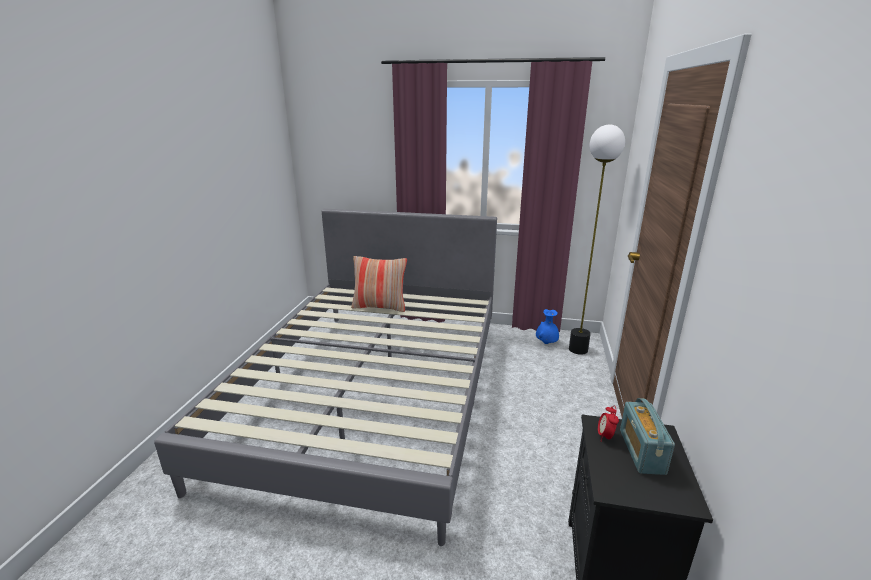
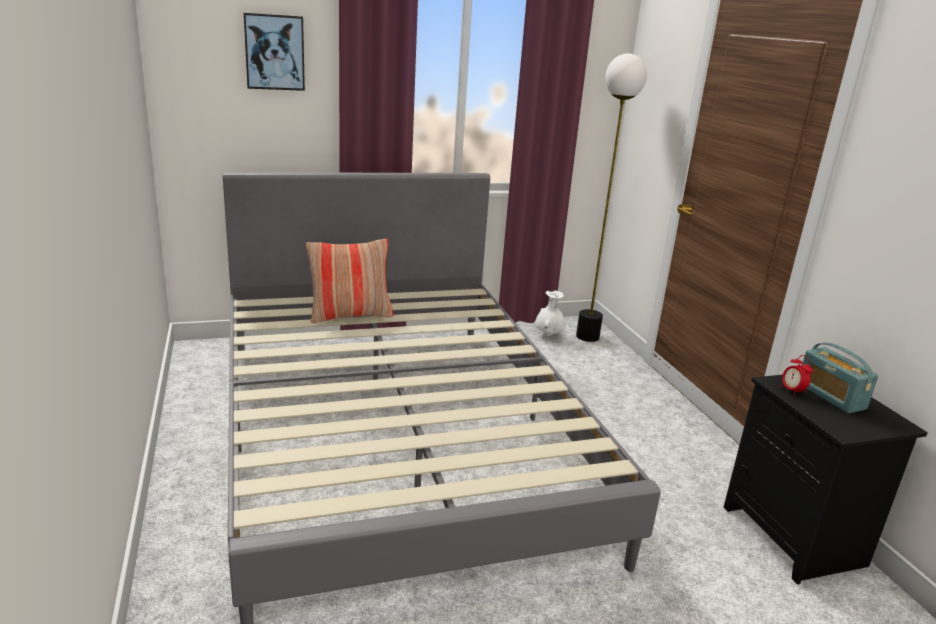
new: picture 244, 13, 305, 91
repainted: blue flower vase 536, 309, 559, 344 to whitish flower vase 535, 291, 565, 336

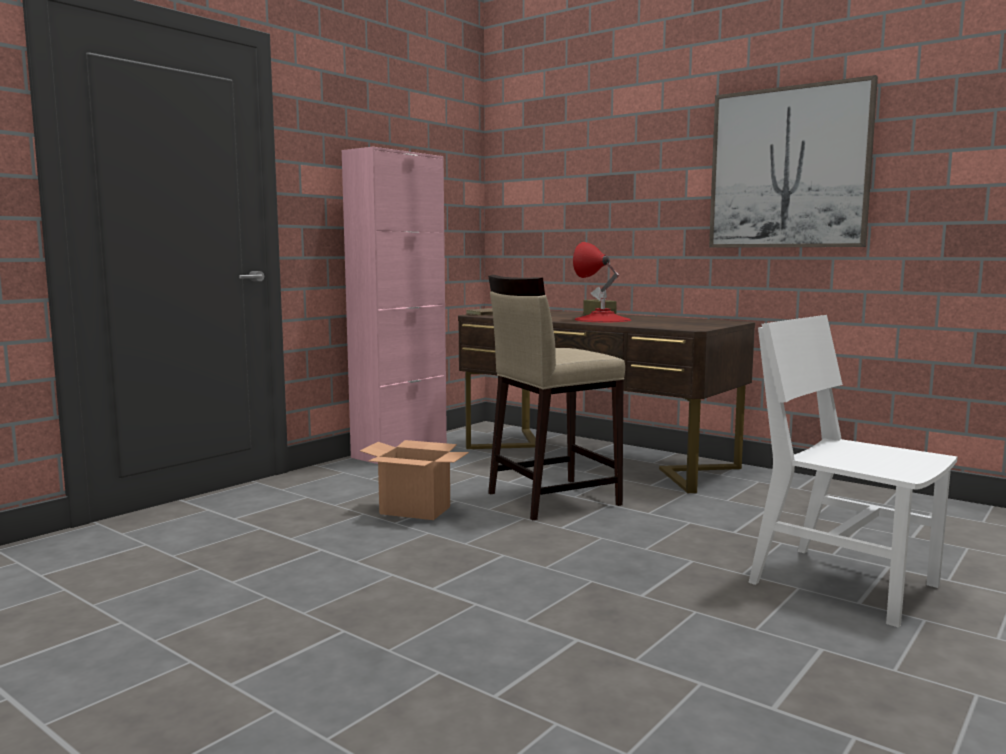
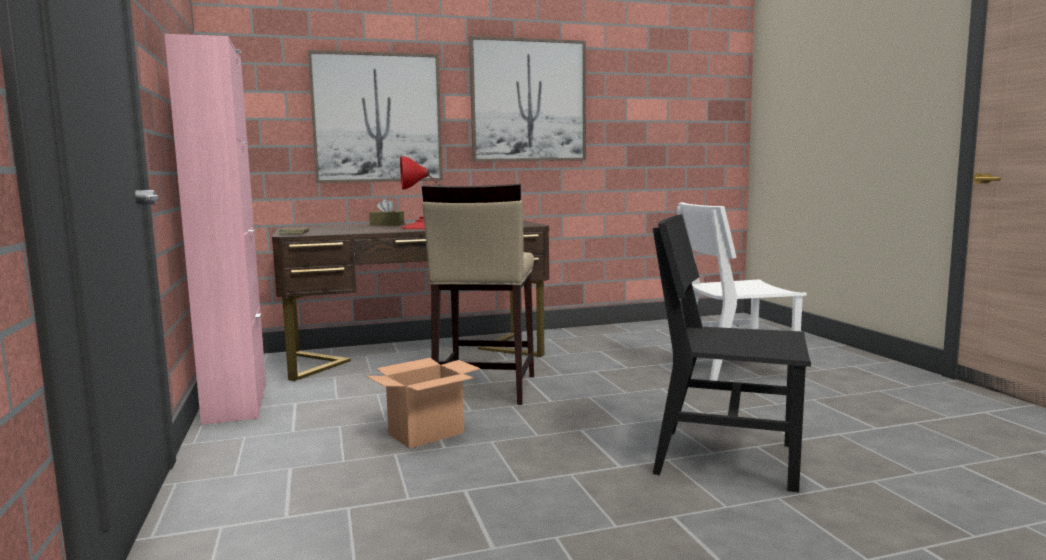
new: picture 308, 50, 443, 183; black-coloured plain chair 653, 214, 811, 493

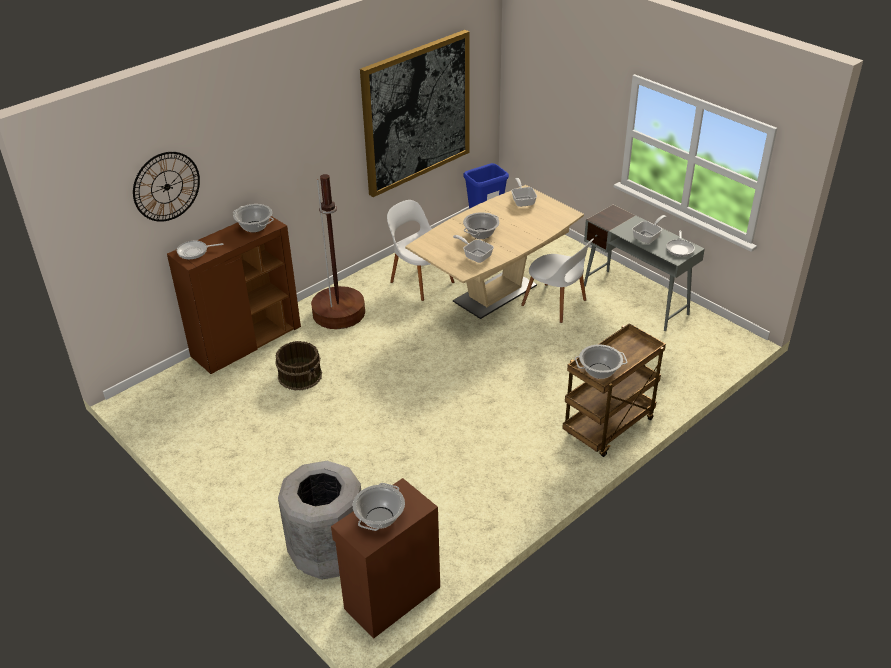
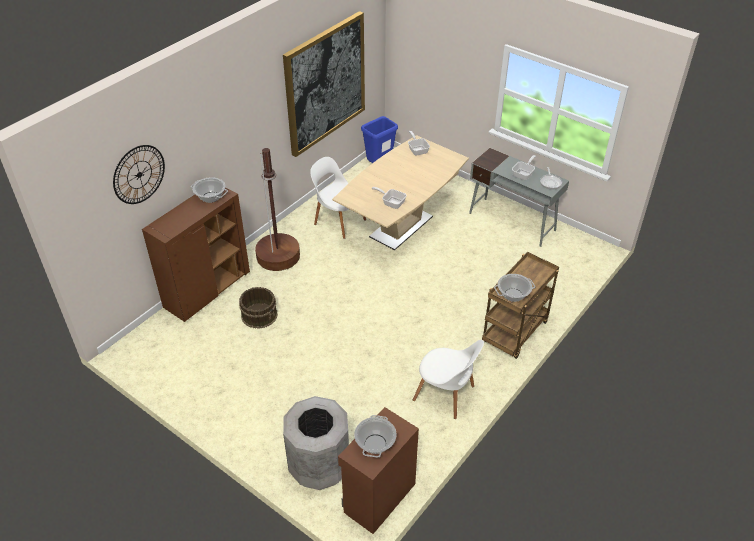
gone: skillet 177, 241, 223, 259; saucepot 463, 212, 499, 239
shifted: whitish plain chair 521, 239, 594, 323 to 413, 340, 484, 419

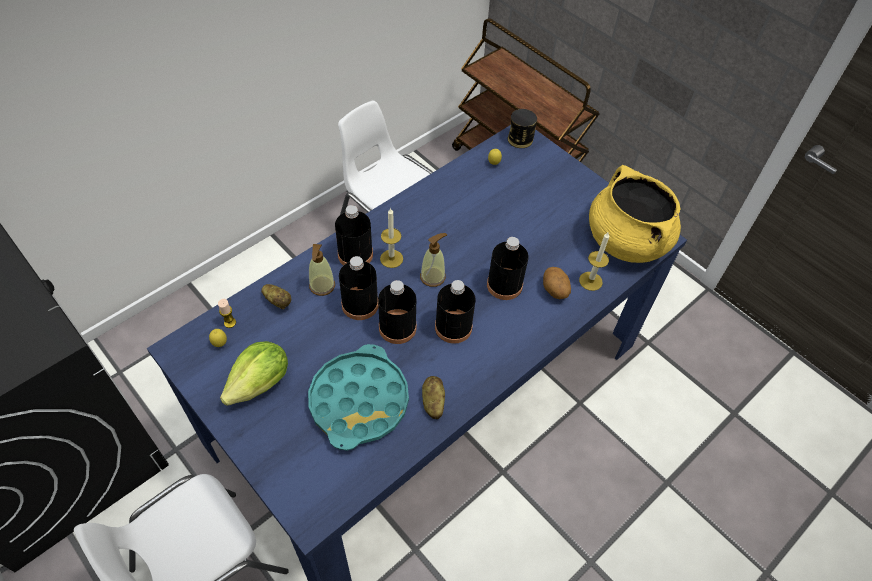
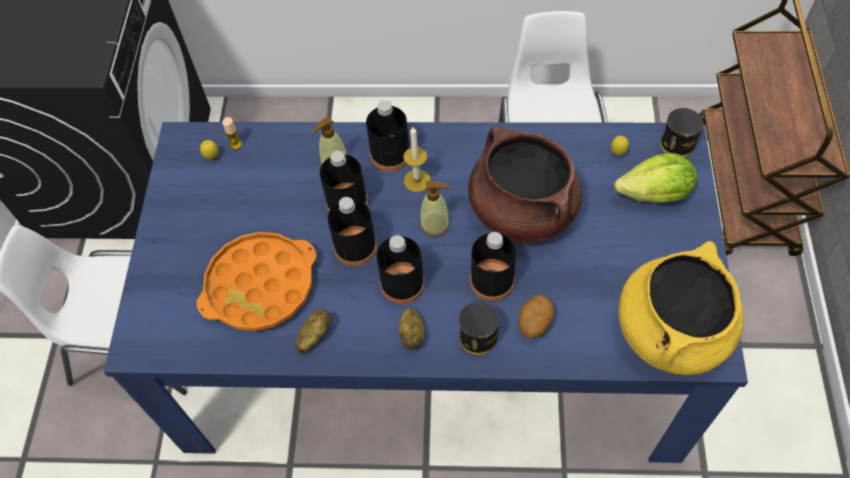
gone: candle 579, 233, 610, 291
new: sealed can 459, 302, 499, 355; brown-coloured saucepot 468, 126, 582, 243
shifted: lettuce head 220, 341, 288, 406 to 614, 153, 697, 203; potato 261, 284, 291, 309 to 398, 308, 424, 349
repainted: turquoise-coloured tray 308, 344, 409, 451 to orange-coloured tray 197, 232, 317, 331

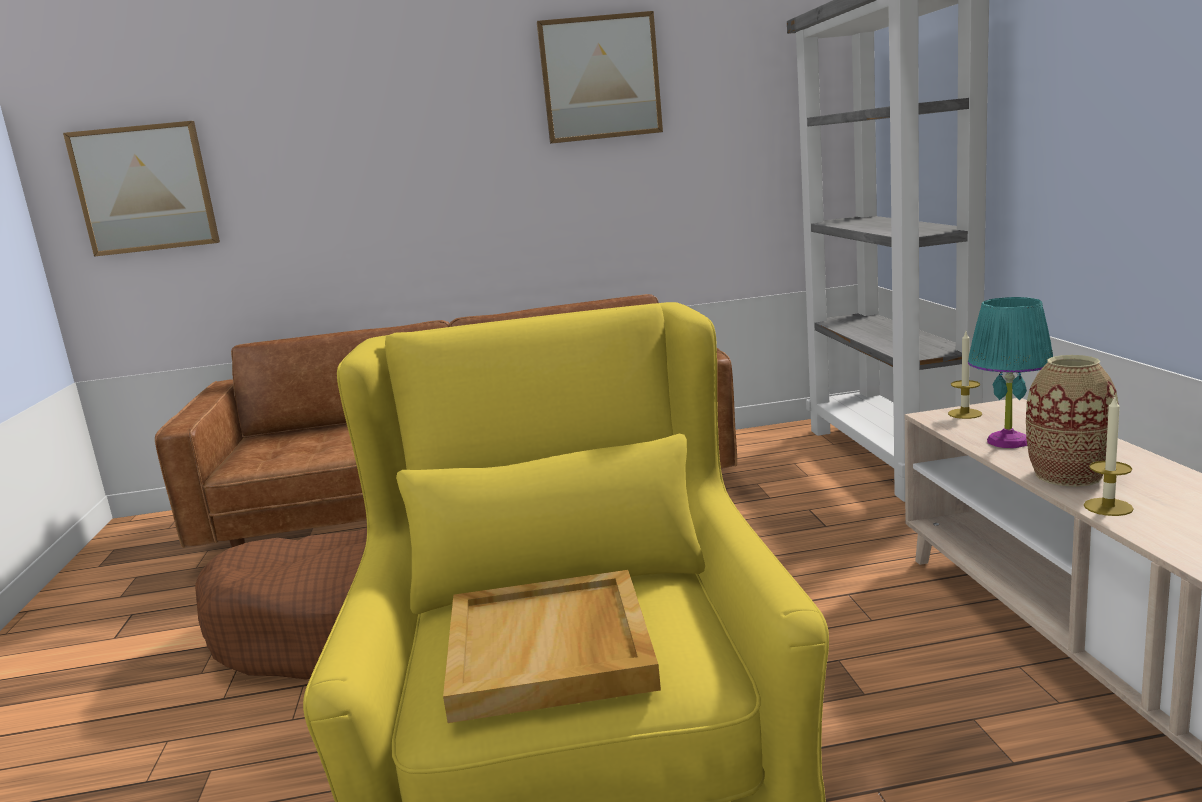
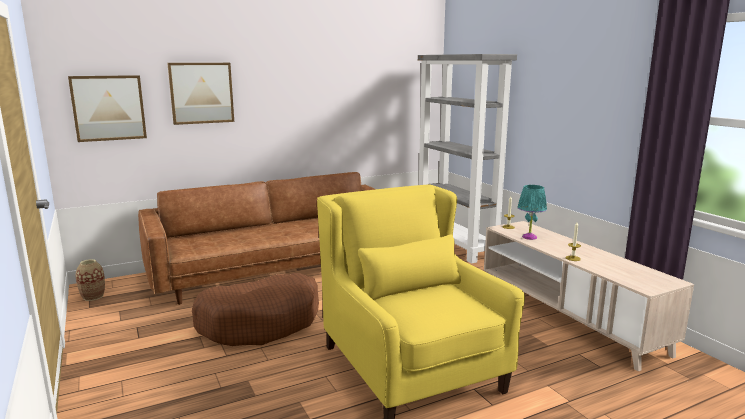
gone: sand-coloured tray 443, 570, 661, 723
shifted: picture 537, 11, 663, 144 to 167, 63, 234, 125; flower vase 1026, 355, 1118, 487 to 76, 259, 105, 301

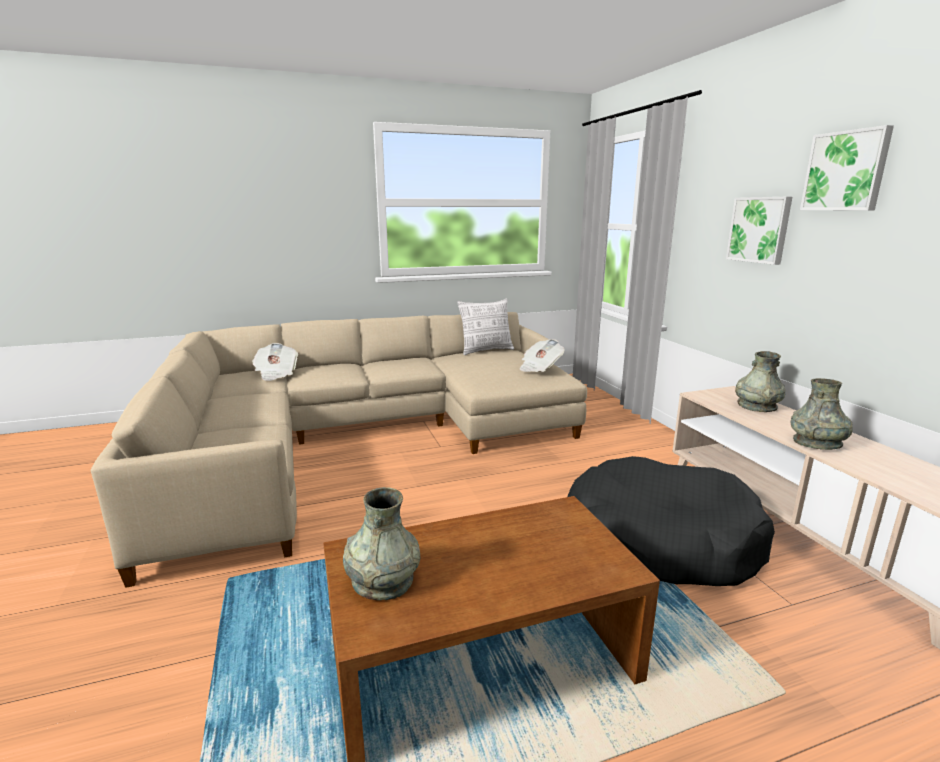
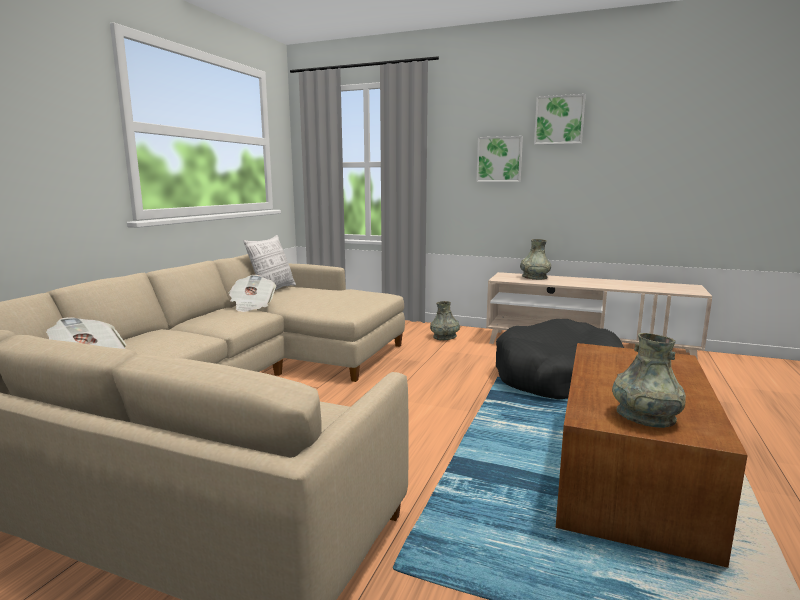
shifted: newspaper 520, 339, 564, 372 to 228, 275, 276, 312; greyish flower vase 791, 378, 853, 450 to 430, 301, 460, 340

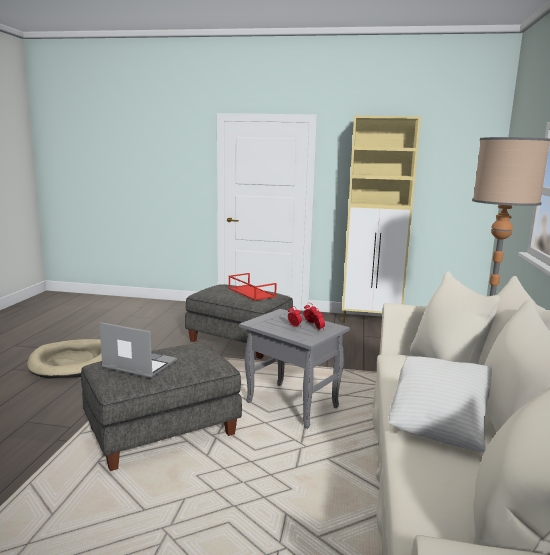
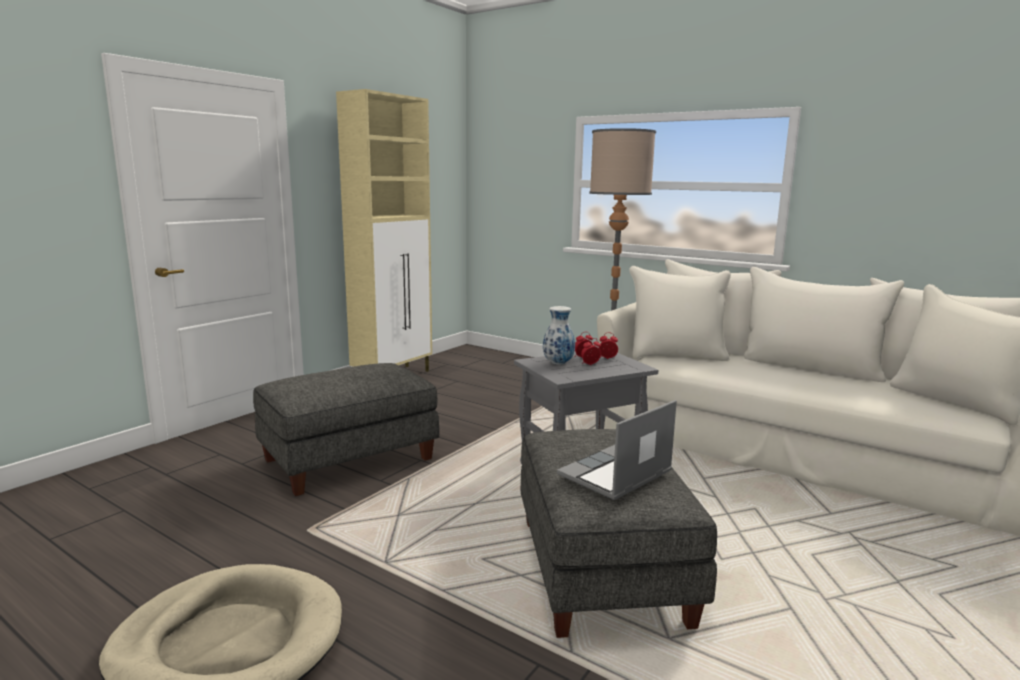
gone: red tray 229, 273, 277, 301; whitish throw pillow 388, 356, 492, 452
new: flower vase 543, 306, 575, 365

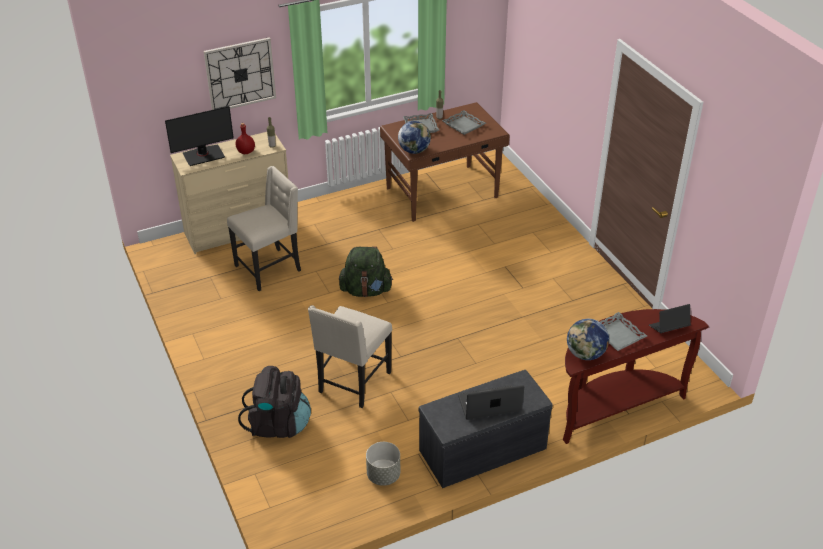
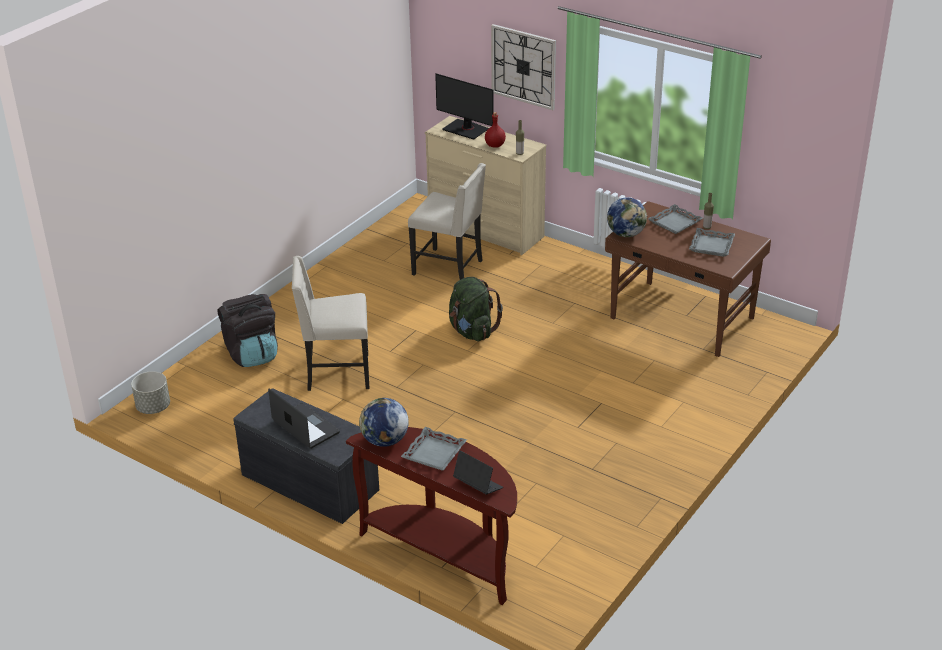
shifted: greyish flower pot 366, 442, 400, 486 to 131, 371, 170, 414

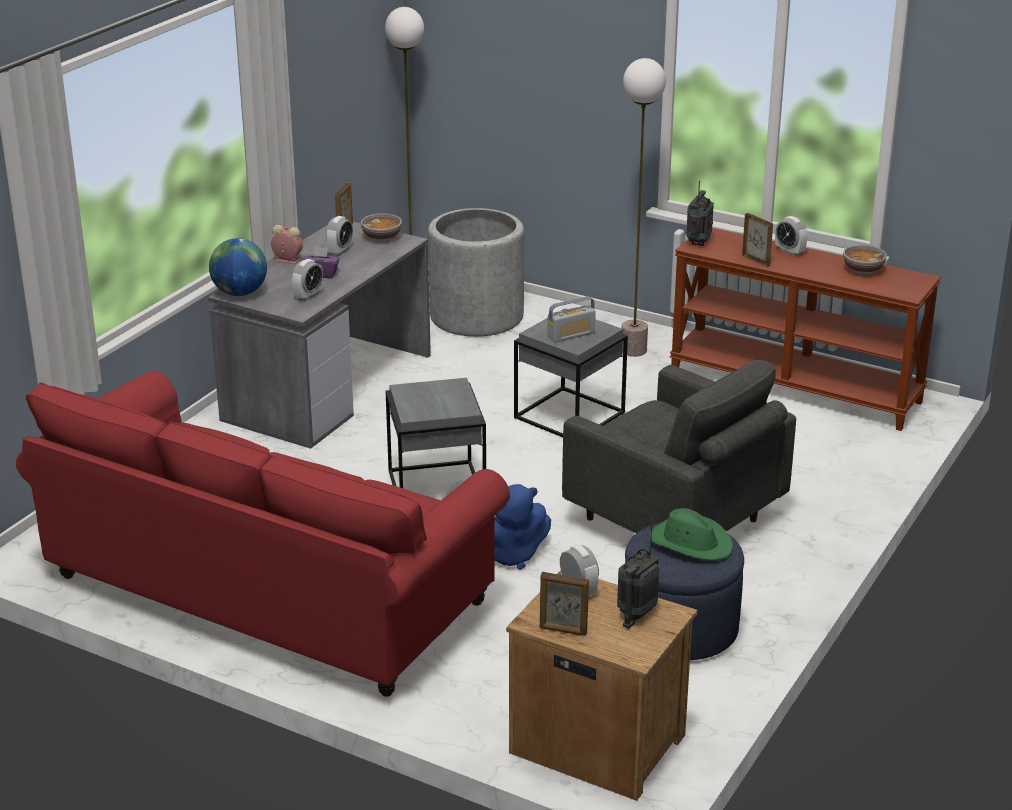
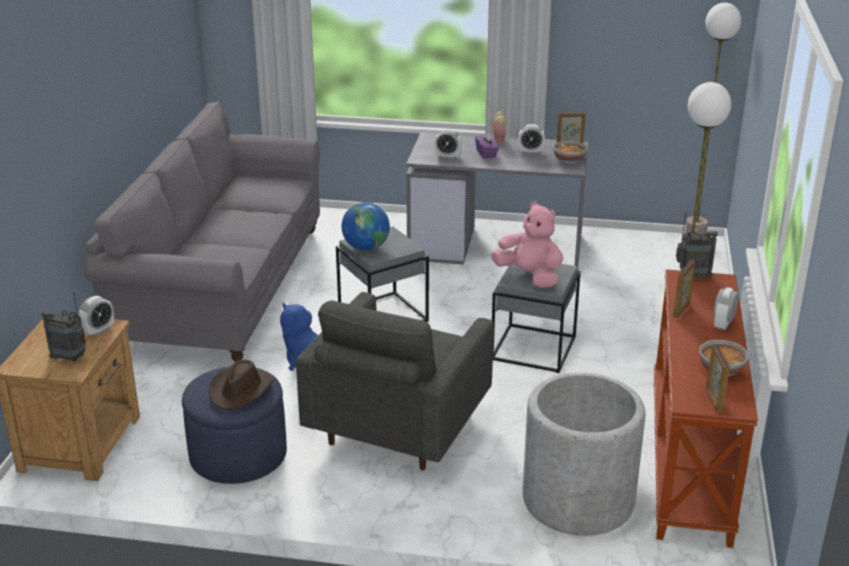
shifted: world globe 209, 238, 267, 296 to 342, 202, 390, 251; greyish flower pot 428, 208, 524, 337 to 523, 373, 645, 536; standing frame 540, 572, 589, 636 to 706, 345, 730, 413
swapped: radio receiver 547, 296, 596, 343 to pink cuddly toy 491, 201, 563, 288
repainted: red settee 16, 371, 510, 697 to greyish settee 84, 101, 320, 362; greenish hat 649, 508, 733, 561 to brown-coloured hat 209, 360, 274, 410

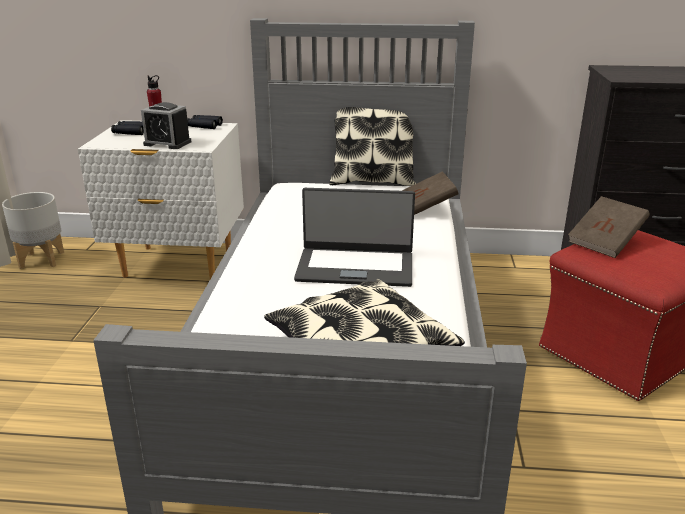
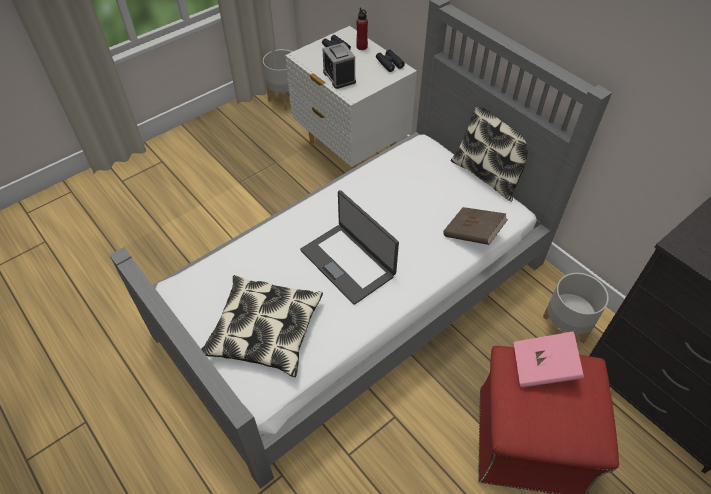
new: greyish flower pot 543, 273, 609, 343
repainted: brown-coloured bound book 568, 196, 650, 258 to pink bound book 514, 331, 584, 388

